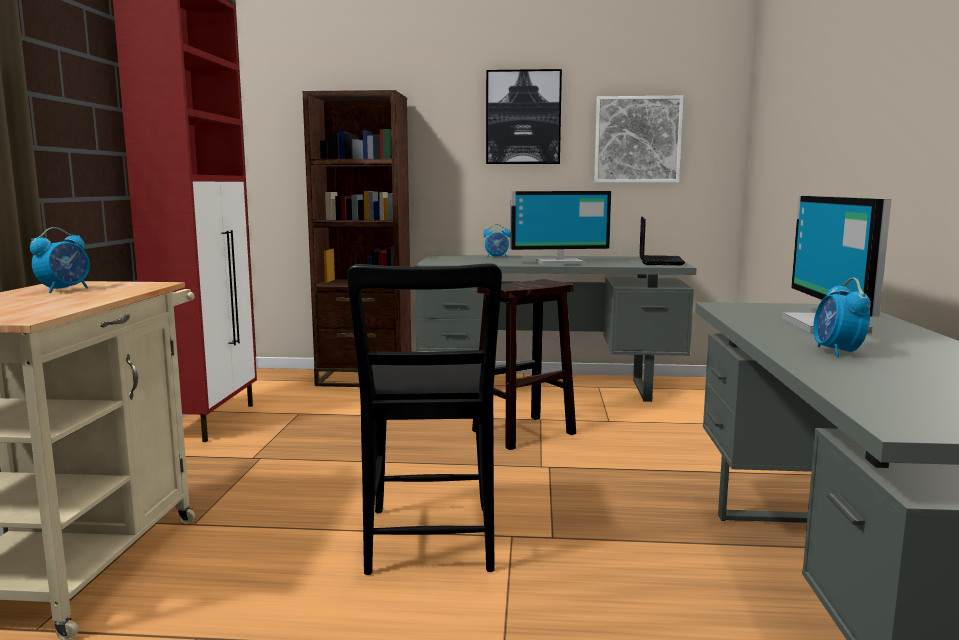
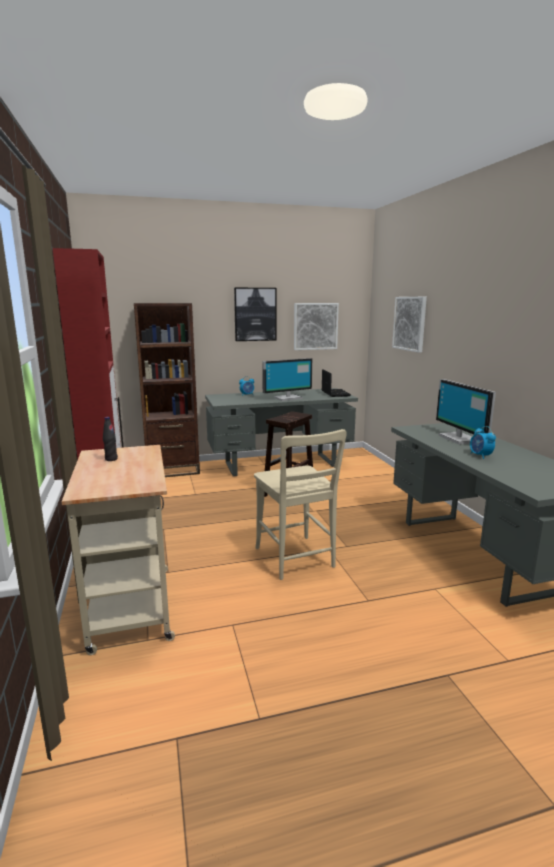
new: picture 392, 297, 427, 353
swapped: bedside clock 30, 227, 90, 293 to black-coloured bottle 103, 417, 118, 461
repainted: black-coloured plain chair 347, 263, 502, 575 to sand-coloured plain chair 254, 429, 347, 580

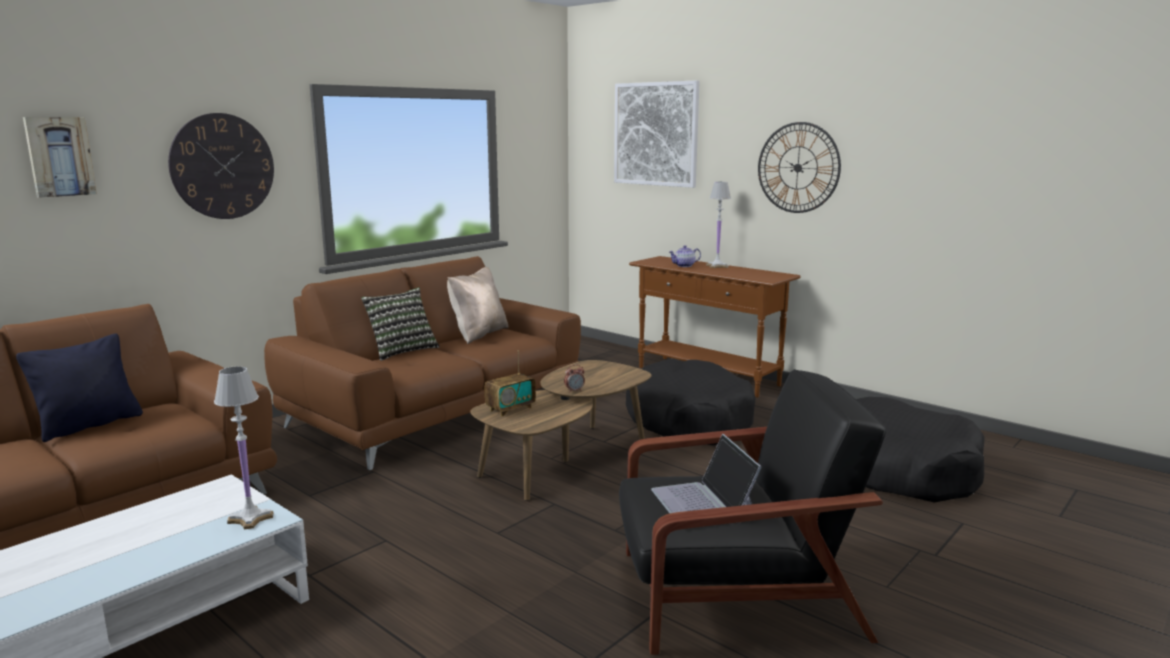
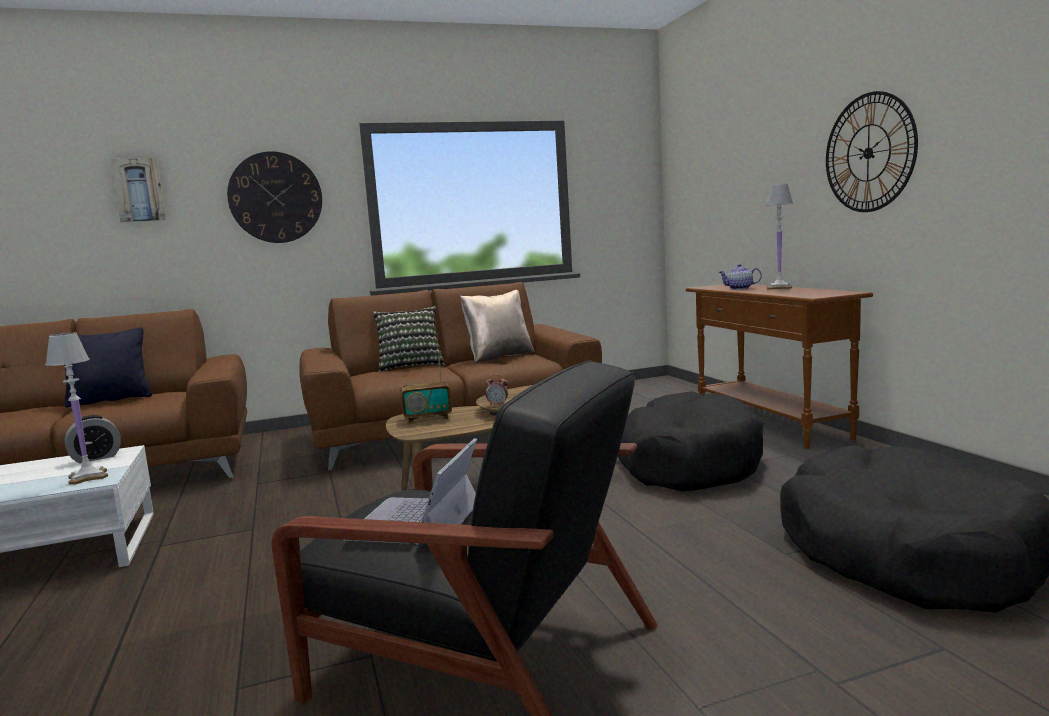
gone: picture 614, 80, 700, 188
new: bedside clock 65, 415, 121, 463

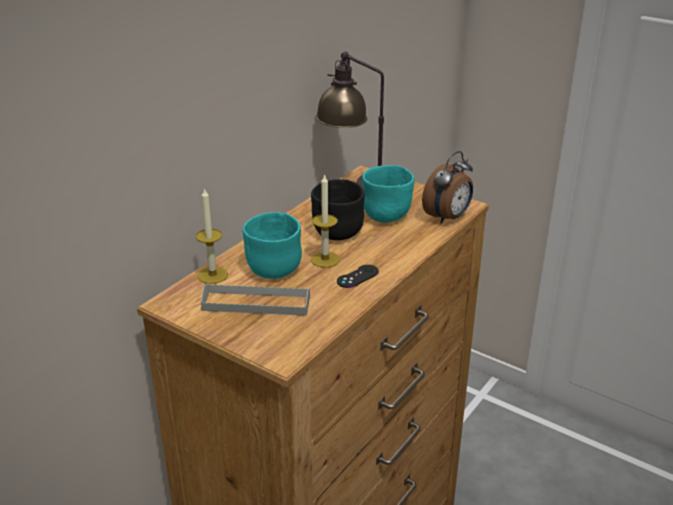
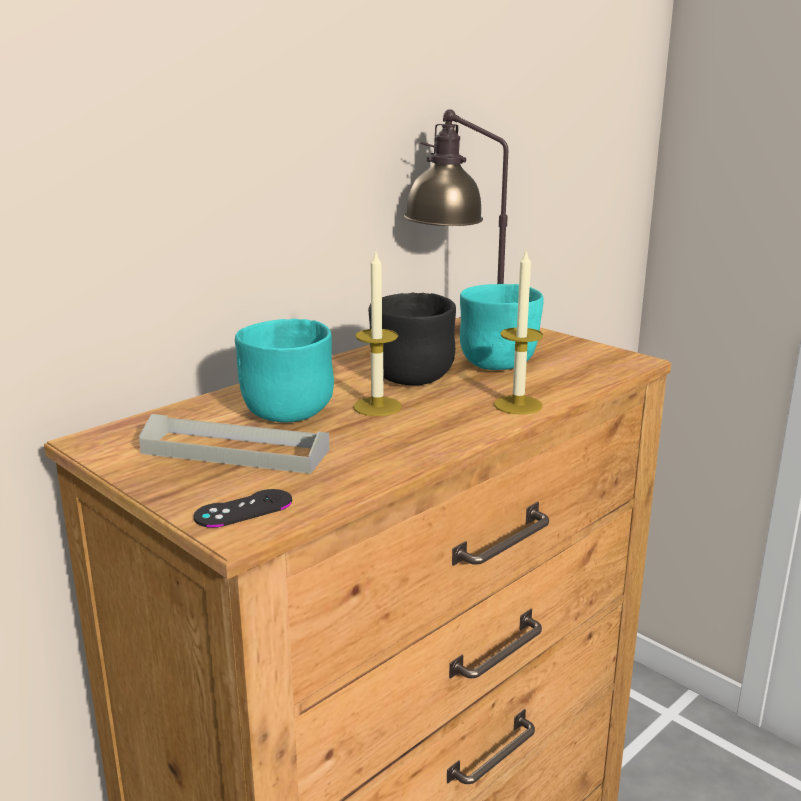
gone: bedside clock 422, 151, 473, 224
shifted: candle 196, 188, 228, 284 to 494, 249, 543, 415; black-coloured game controller 337, 265, 379, 288 to 194, 489, 292, 528

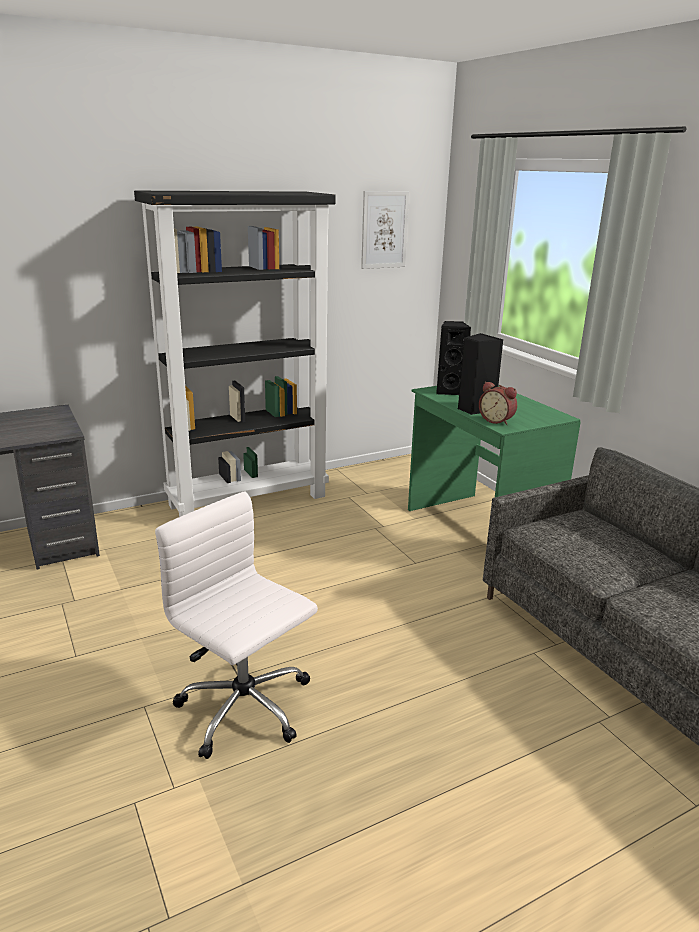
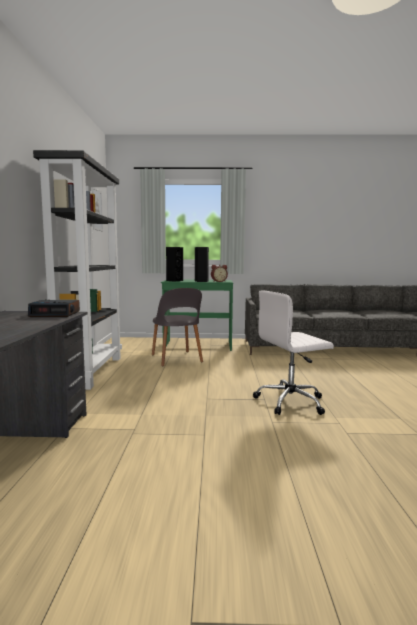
new: bedside clock 28, 299, 80, 317; greyish plain chair 152, 288, 203, 367

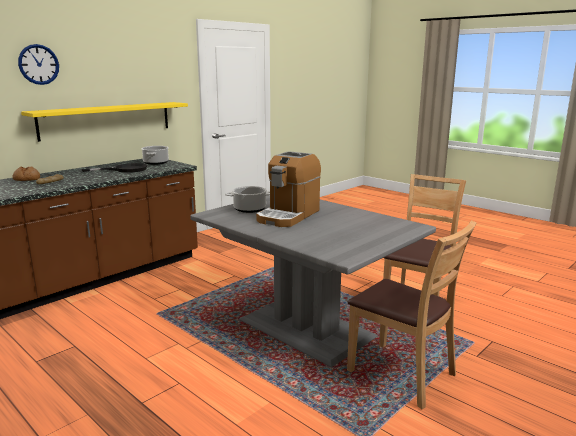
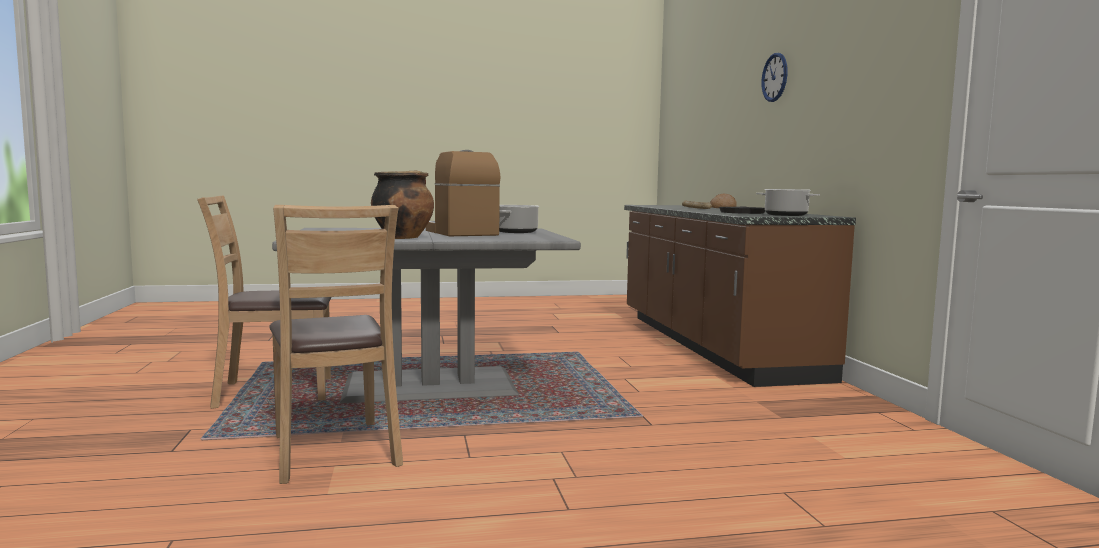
gone: yellow-coloured wall shelf 21, 102, 188, 142
new: saucepot 371, 170, 434, 239

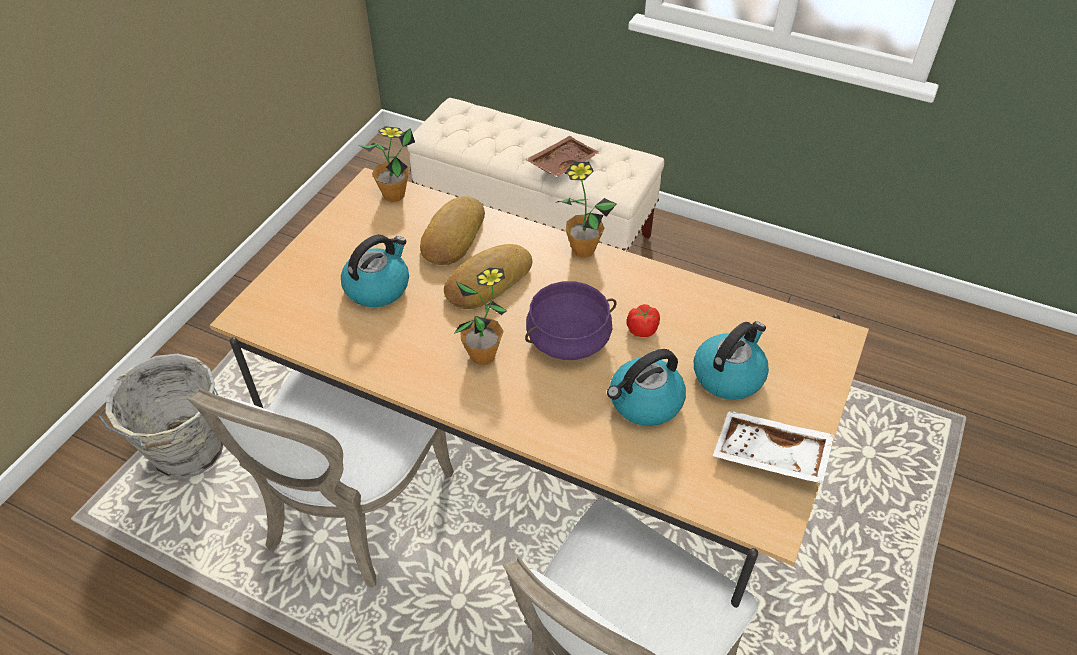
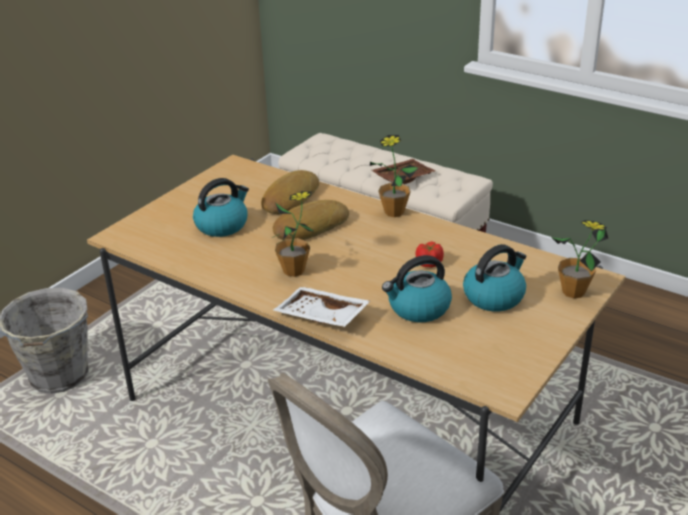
gone: whitish plain chair 187, 370, 454, 587; purple-coloured saucepot 525, 281, 616, 360
shifted: plant in a pot 358, 126, 415, 202 to 551, 220, 609, 298; whitish tray 713, 410, 834, 484 to 273, 287, 370, 327

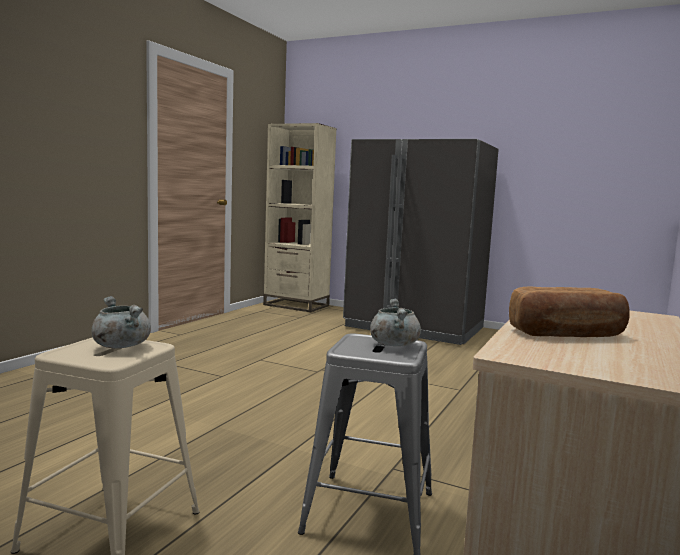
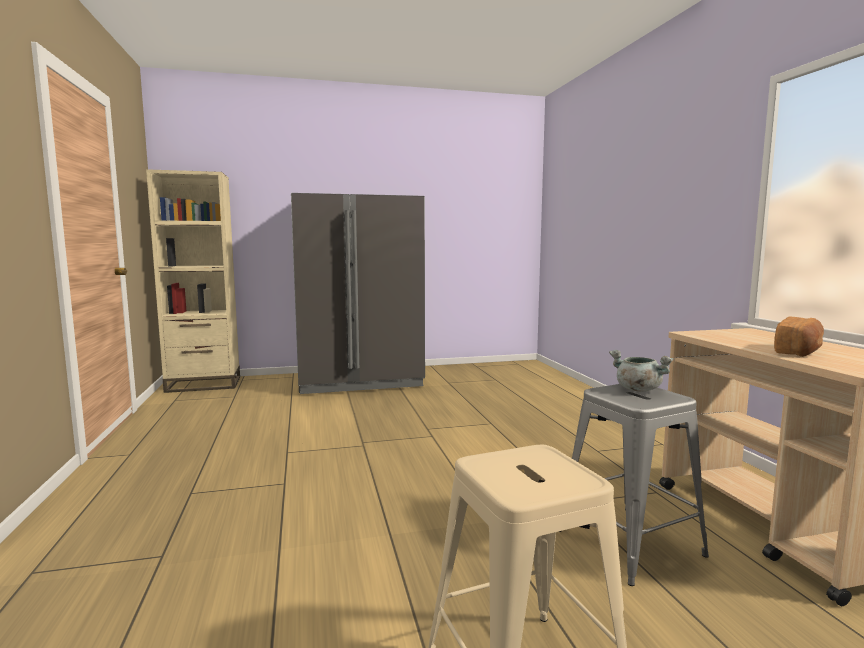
gone: greyish saucepot 92, 296, 151, 348

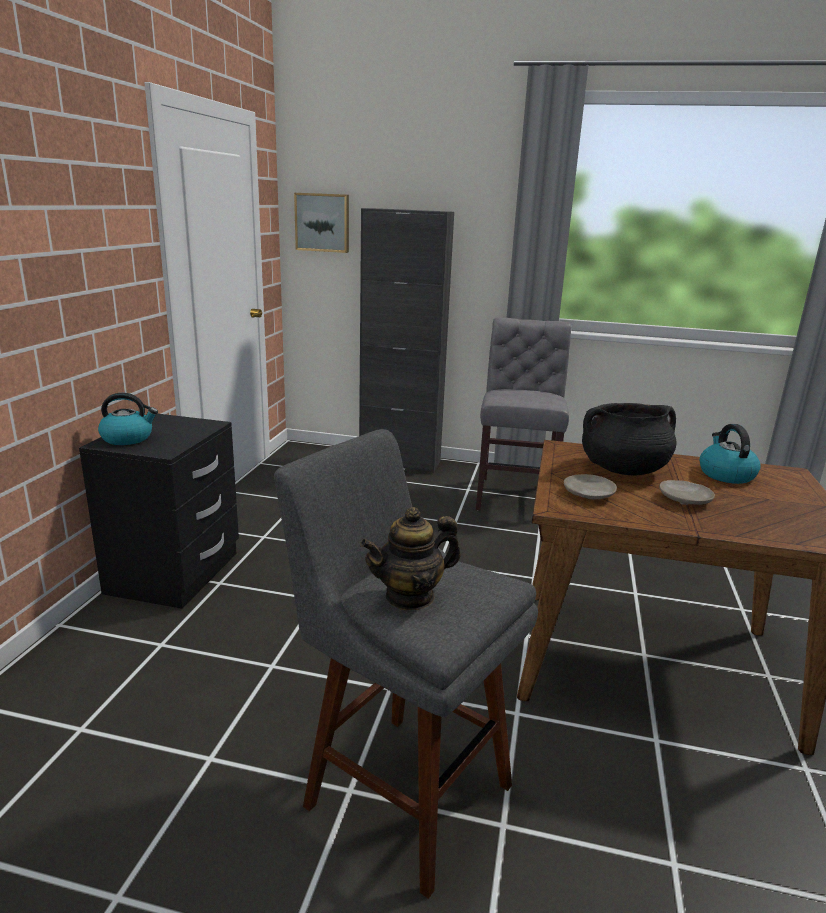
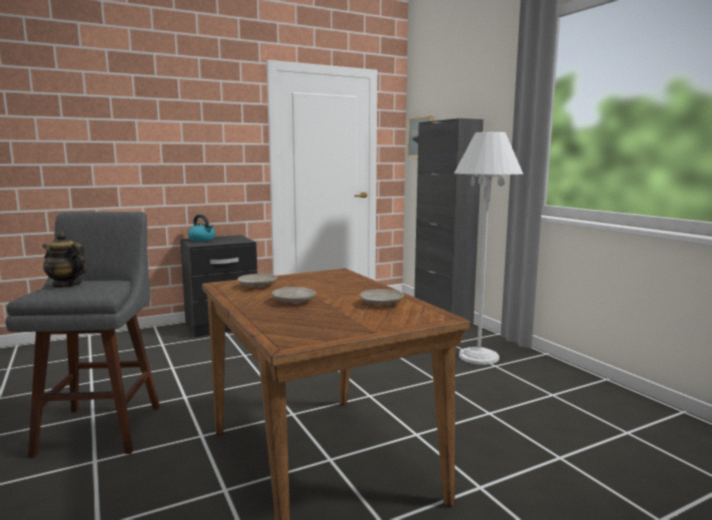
gone: black-coloured saucepot 582, 403, 677, 475
swapped: greyish plain chair 476, 317, 571, 511 to whitish standing lamp 454, 132, 523, 365; kettle 700, 424, 761, 484 to sand-coloured dinner plate 360, 289, 404, 306

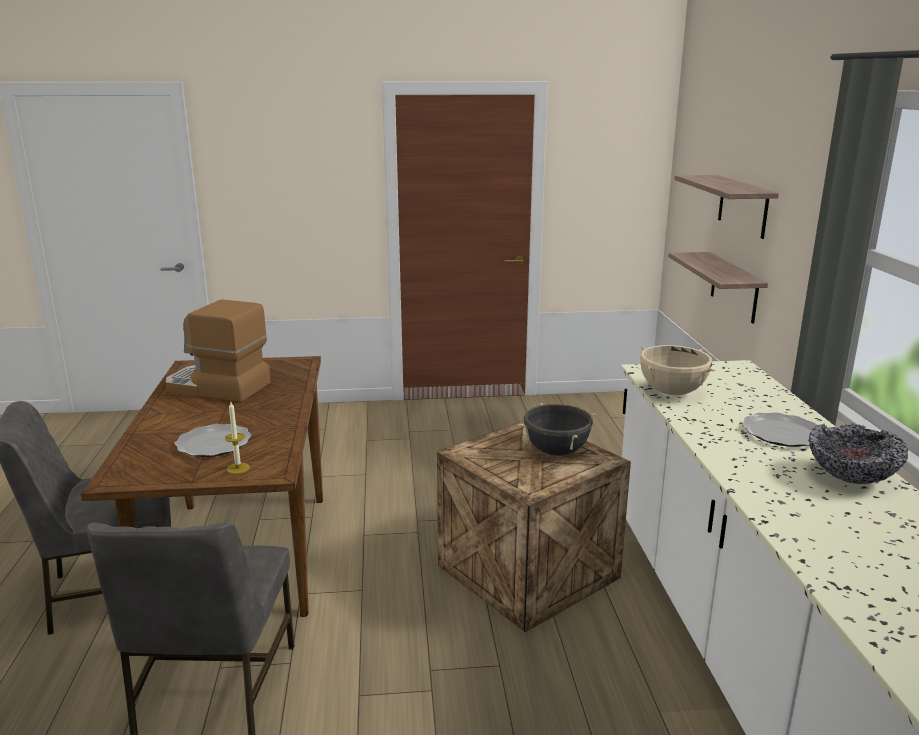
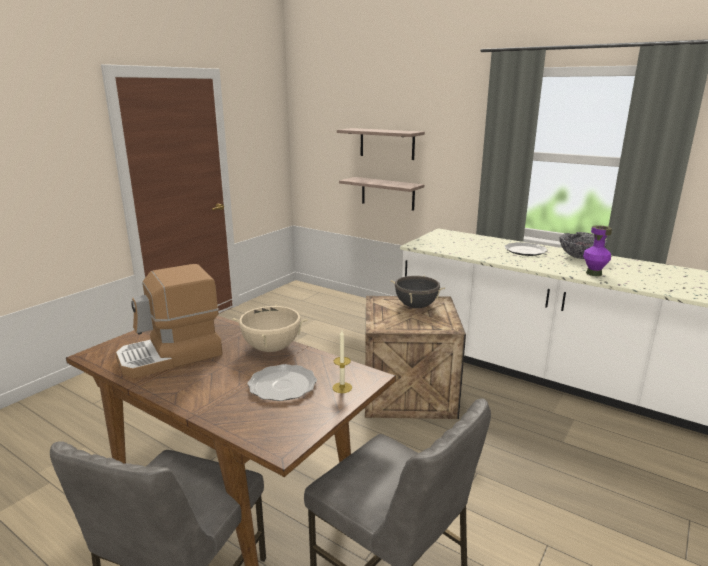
new: purple-coloured flower vase 583, 225, 612, 276
shifted: sand-coloured saucepot 640, 345, 714, 395 to 232, 304, 308, 352

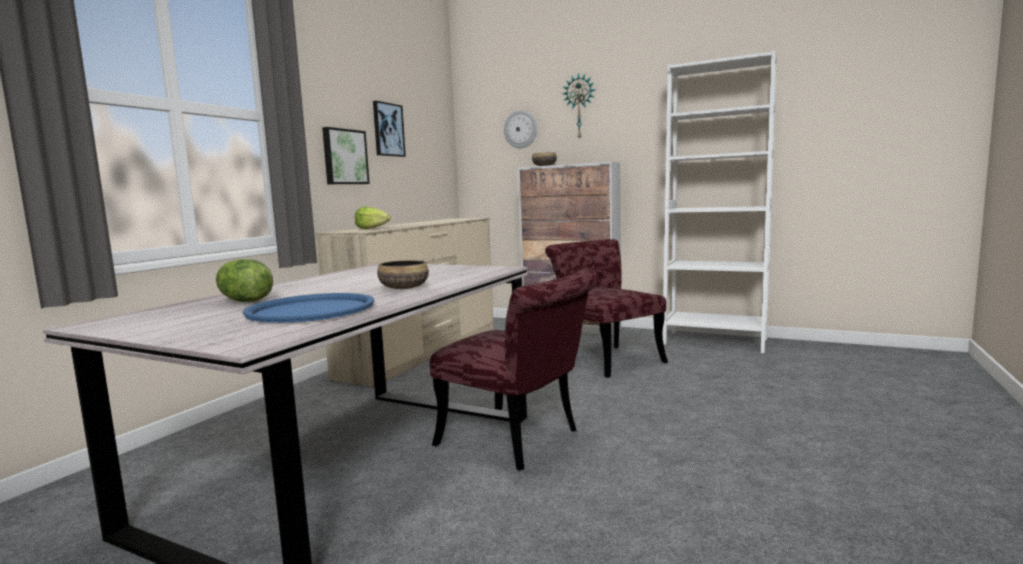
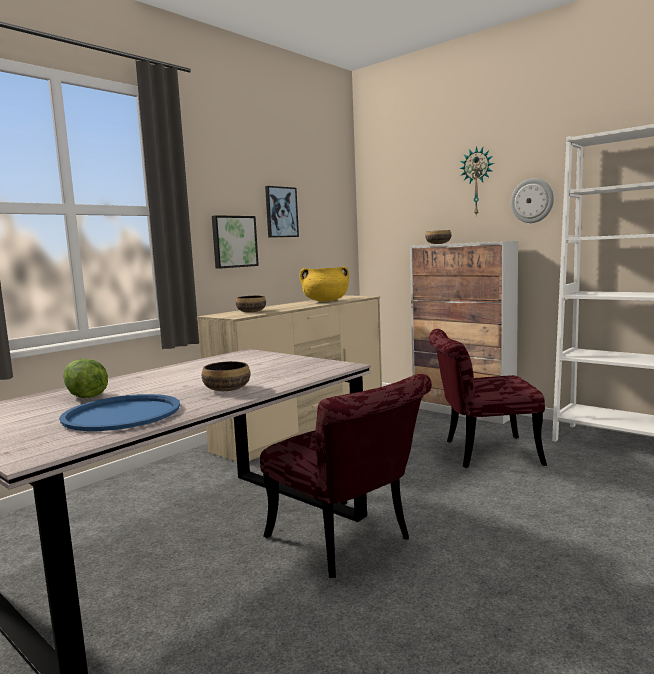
new: yellow-coloured saucepot 299, 266, 349, 301
shifted: clock on the wall 504, 110, 537, 148 to 511, 178, 554, 223
swapped: lettuce head 355, 207, 391, 229 to bowl 236, 296, 266, 312
rotated: red plain chair 545, 239, 668, 378 = 429, 329, 547, 468 75 degrees counterclockwise

